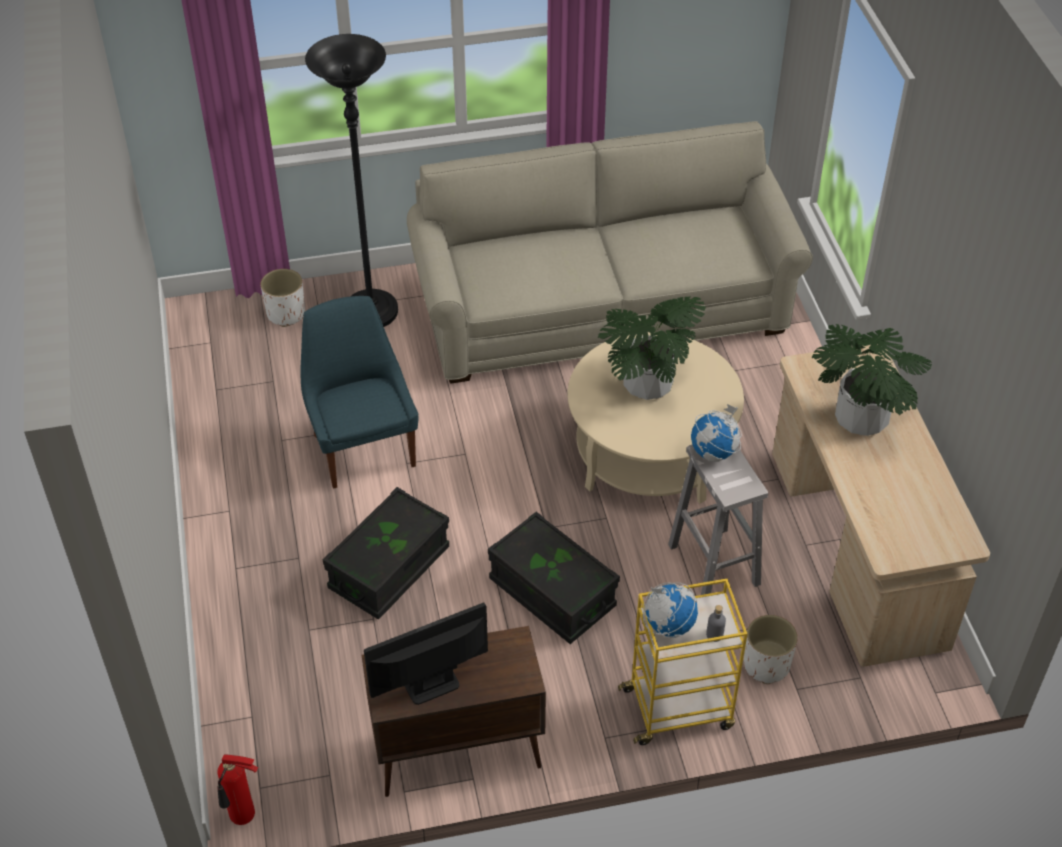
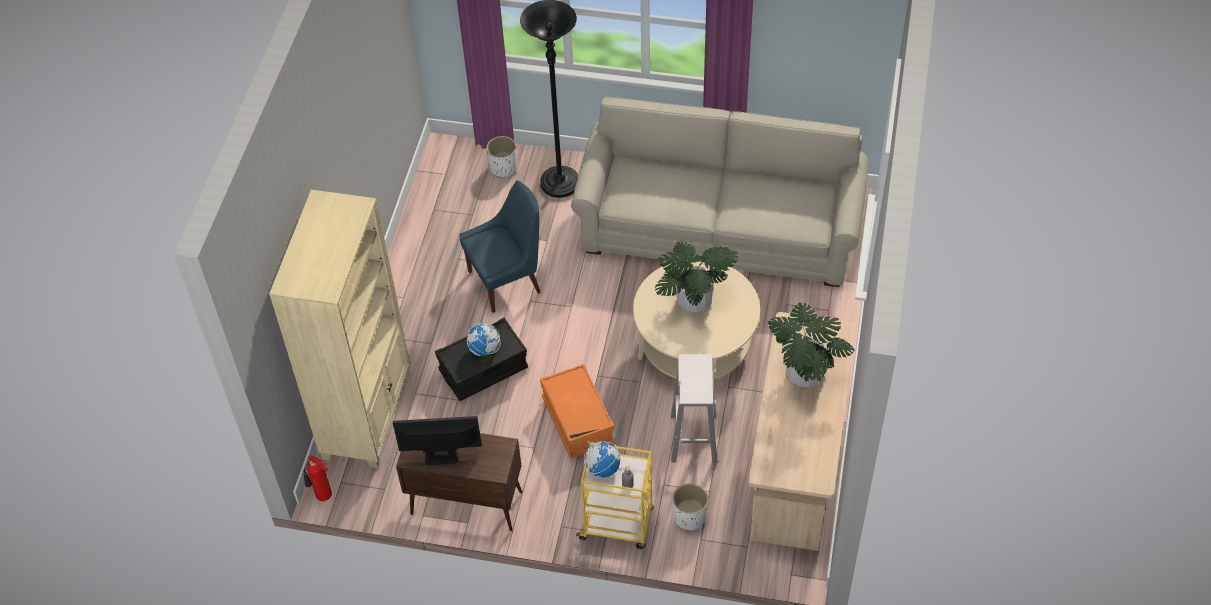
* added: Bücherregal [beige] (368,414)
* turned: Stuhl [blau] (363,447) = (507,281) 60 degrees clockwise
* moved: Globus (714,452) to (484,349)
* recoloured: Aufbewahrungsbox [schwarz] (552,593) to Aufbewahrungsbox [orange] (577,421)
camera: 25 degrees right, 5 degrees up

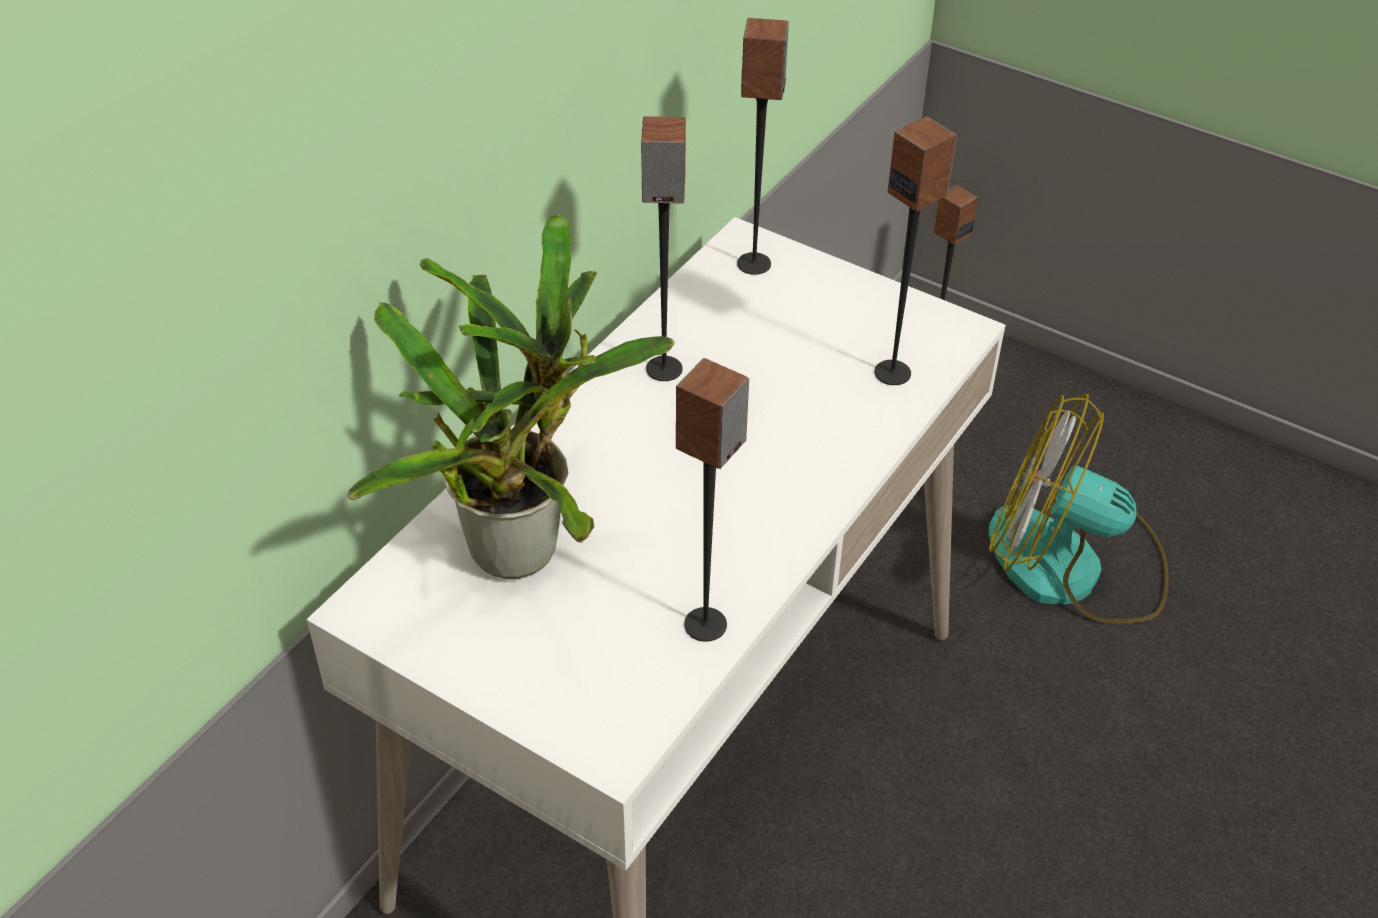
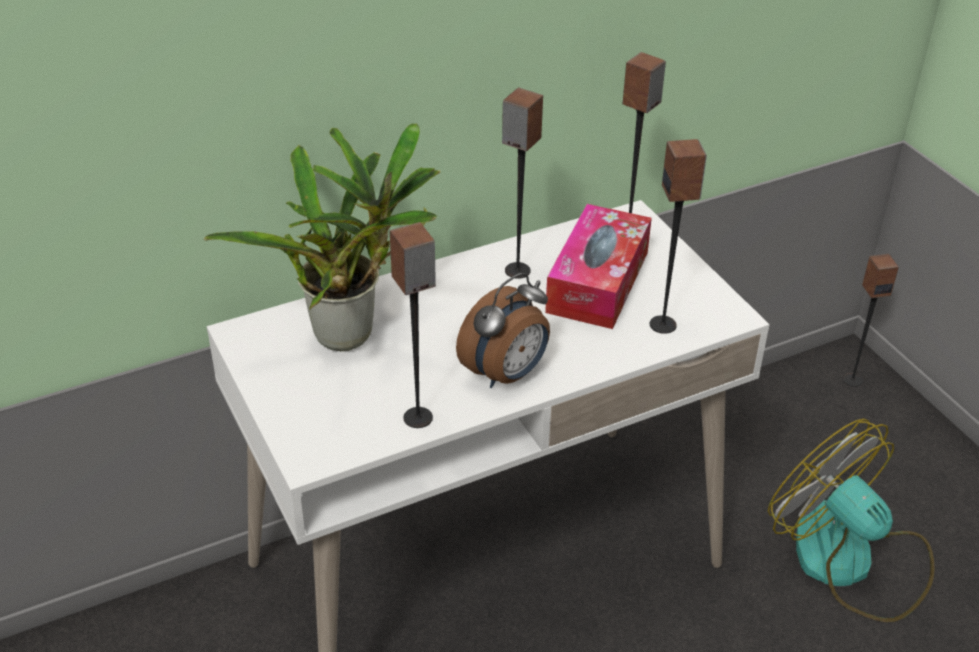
* added: Wecker (506,374)
* added: Taschentuchbox (597,282)
camera: 30 degrees right, 5 degrees down

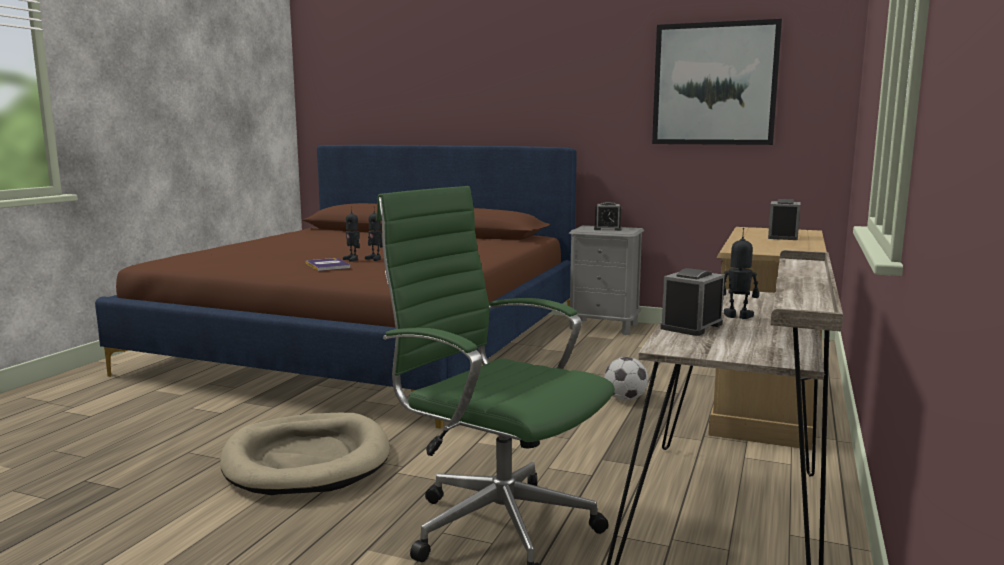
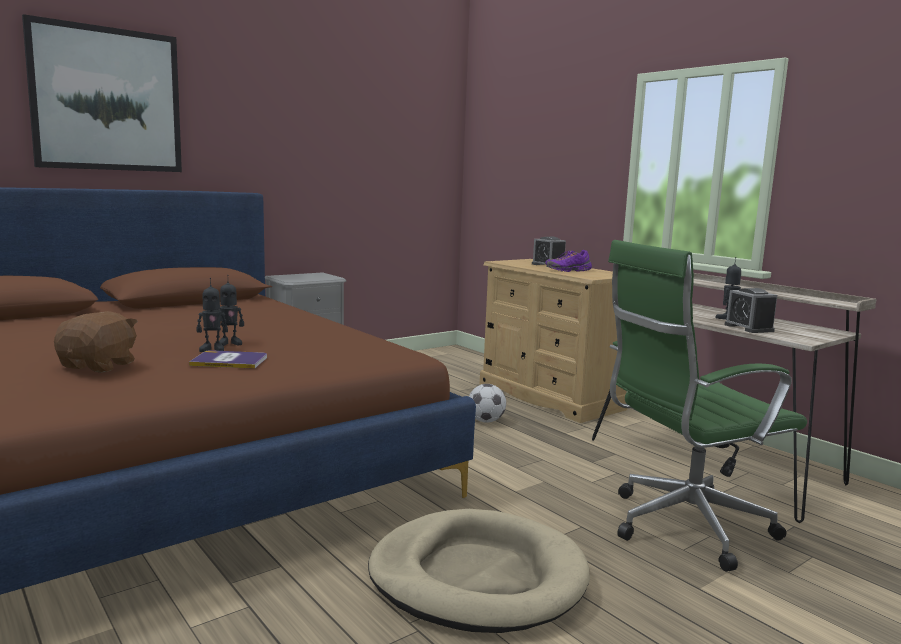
* moved: Bild (714,84) to (107,99)
* added: Plüschtier [braun] (99,366)
* added: Schuh [lila] (568,271)
* removed: Wecker (607,229)
camera: 60 degrees left, 0 degrees up

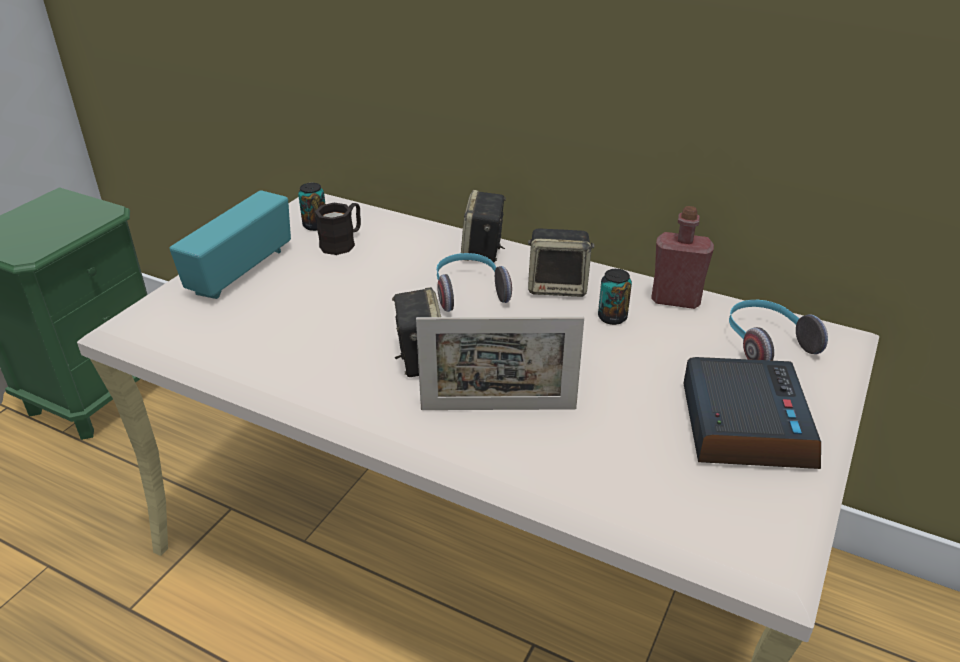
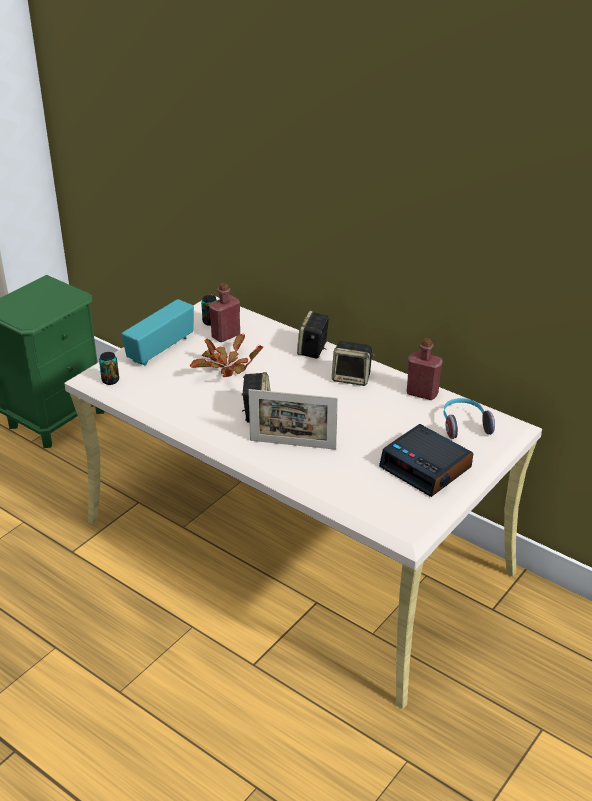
* moved: Dose (612,317) to (110,380)
* added: Topfpflanze (225,368)
* replaced: Henkelbecher [schwarz] (343,243) to Flasche [rot] (226,335)
* turned: Wecker (744,425) = (426,468) 120 degrees clockwise
* removed: Kopfhörer (469,292)
camera: 10 degrees right, 0 degrees up

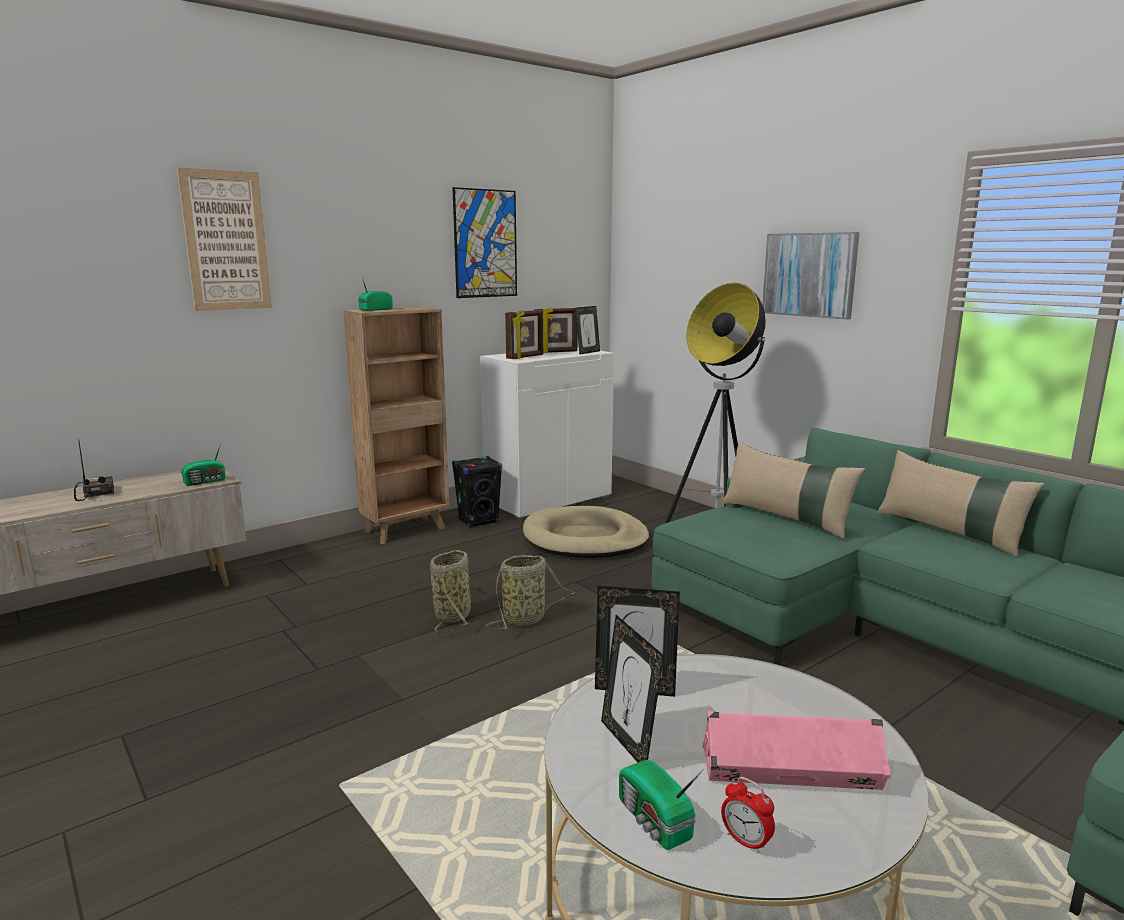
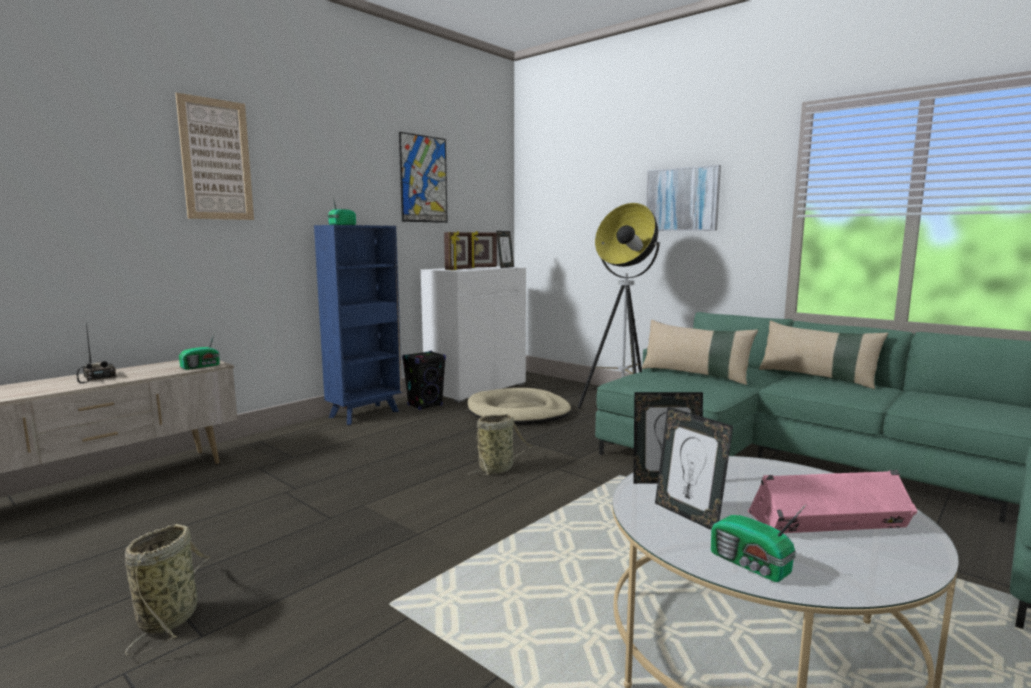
* moved: Korb (453,615) to (171,617)
* recoloured: Bücherregal [braun] (406,530) to Bücherregal [blau] (365,414)
* removed: Wecker (746,841)
camera: 10 degrees left, 5 degrees down

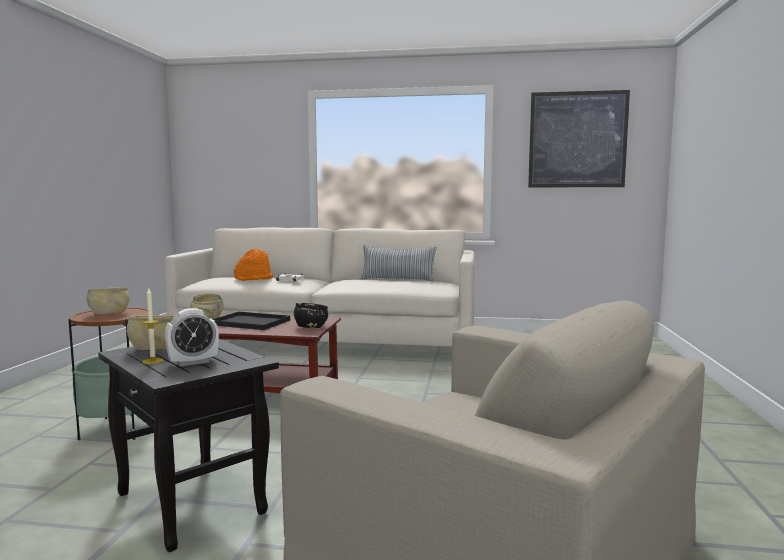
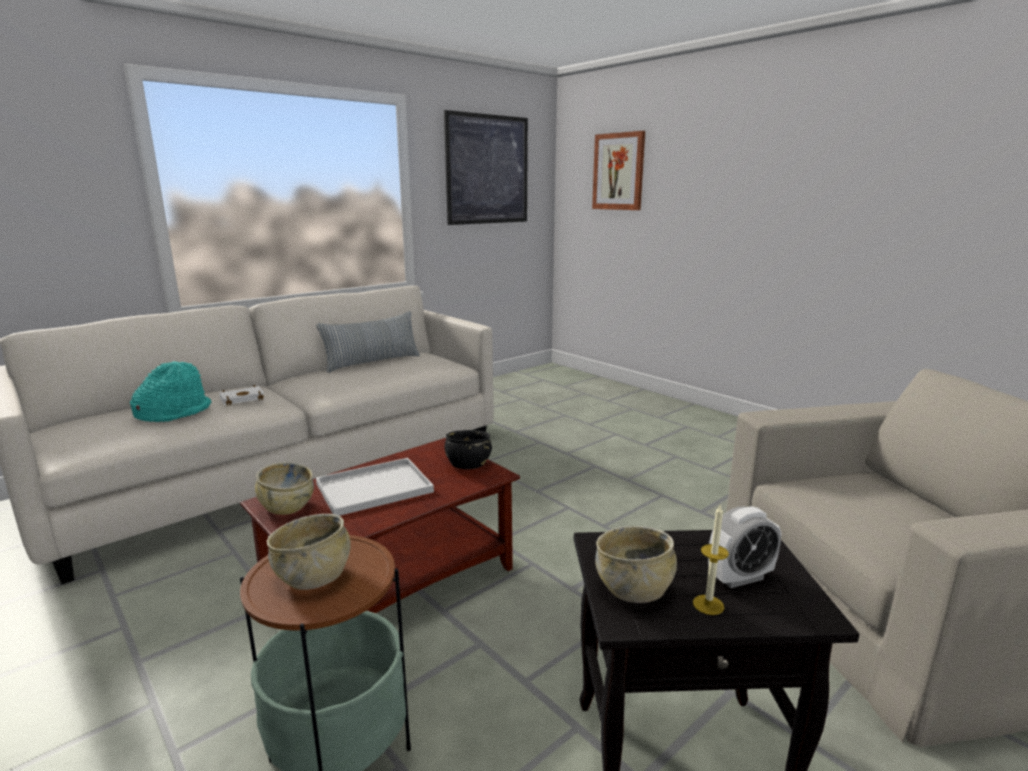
* recoloured: Hut [orange] (254,279) to Hut [türkis] (174,412)
* recoloured: Tablett [schwarz] (249,322) to Tablett [weiß] (372,489)
* added: Bild (618,171)
* turned: Wecker (193,362) = (740,578) 60 degrees clockwise
camera: 50 degrees left, 10 degrees up

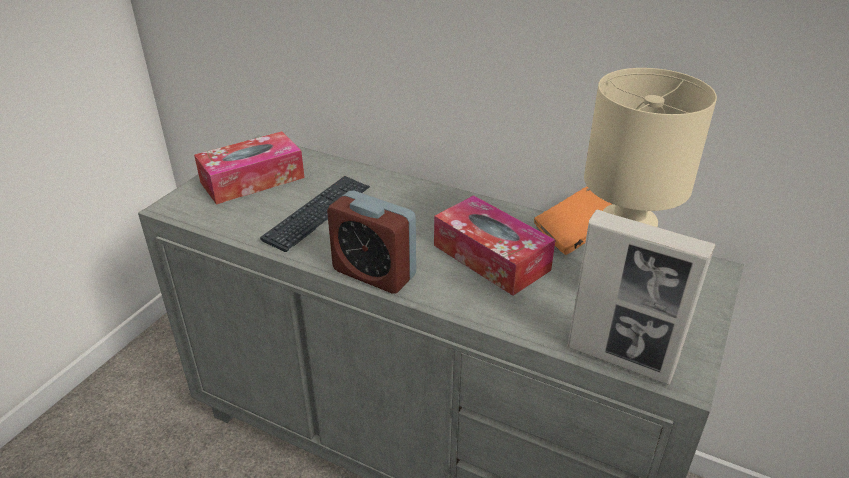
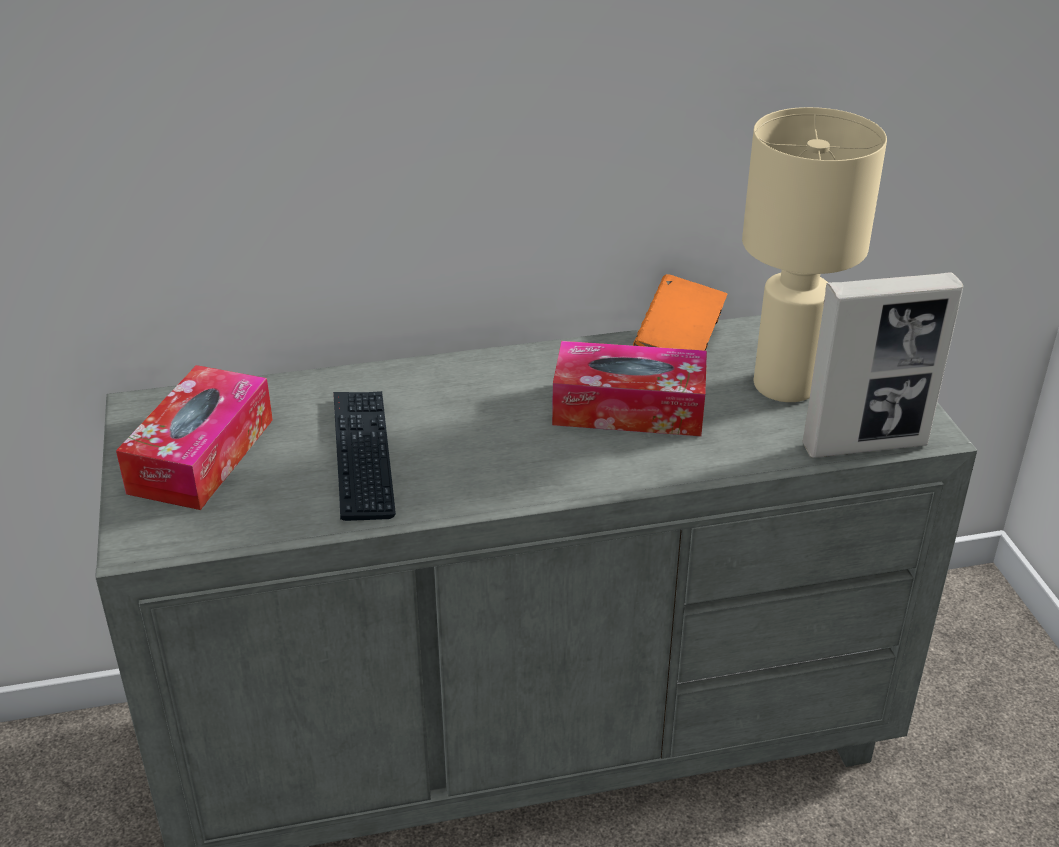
* removed: Wecker (374,273)
camera: 40 degrees left, 0 degrees up

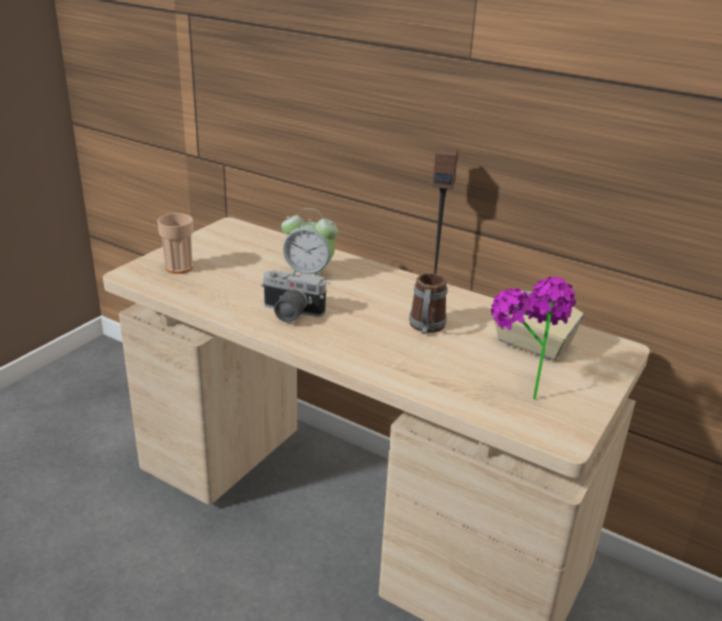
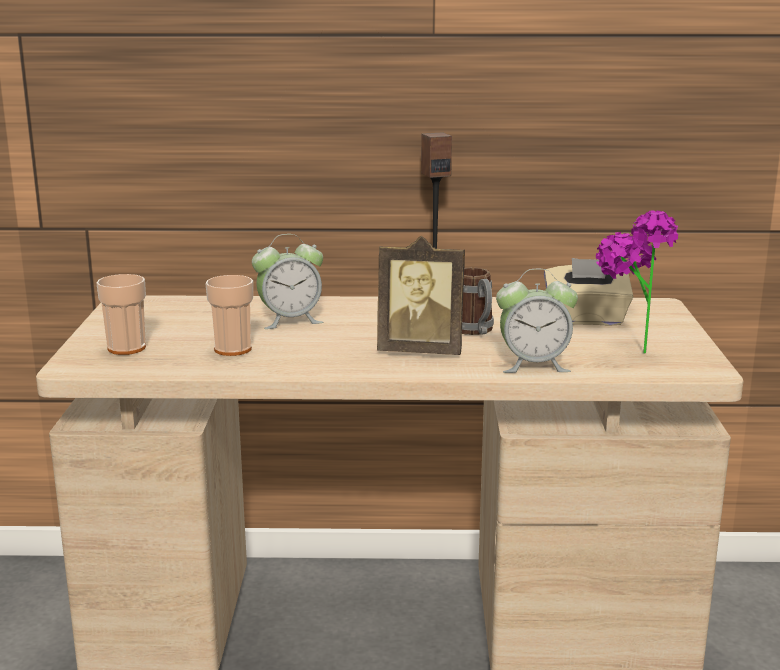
* added: Tasse (233,349)
* added: Bilderrahmen (421,350)
* added: Wecker (534,365)
* removed: Kamera (289,314)
camera: 30 degrees left, 10 degrees down

